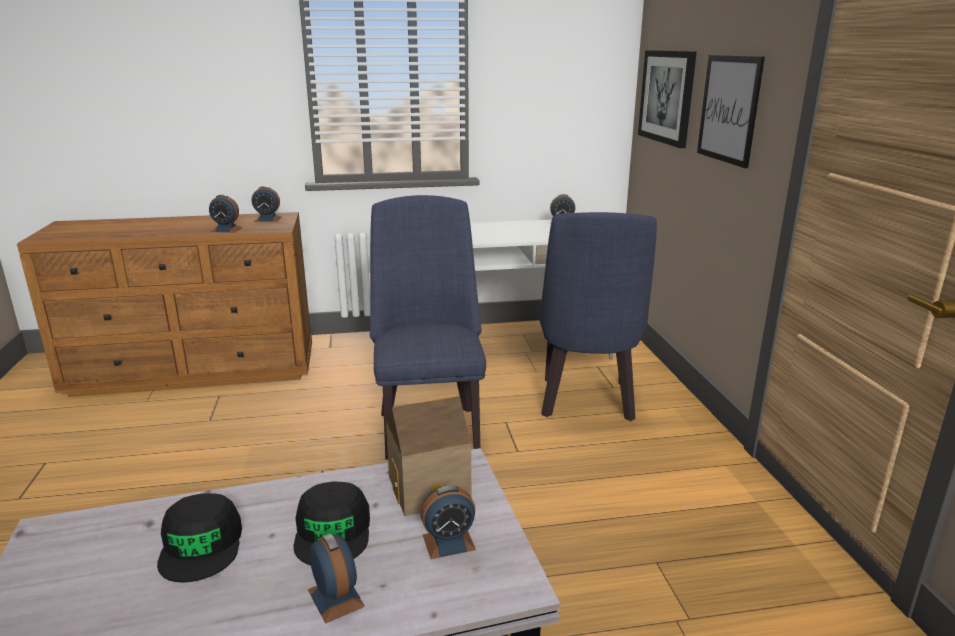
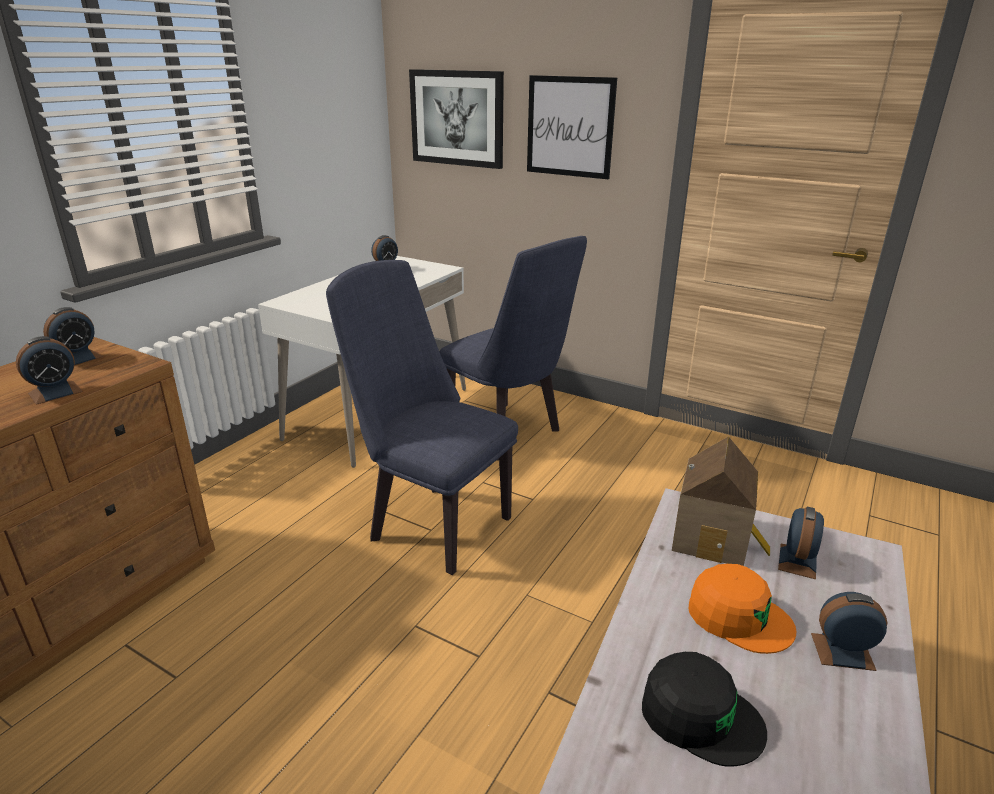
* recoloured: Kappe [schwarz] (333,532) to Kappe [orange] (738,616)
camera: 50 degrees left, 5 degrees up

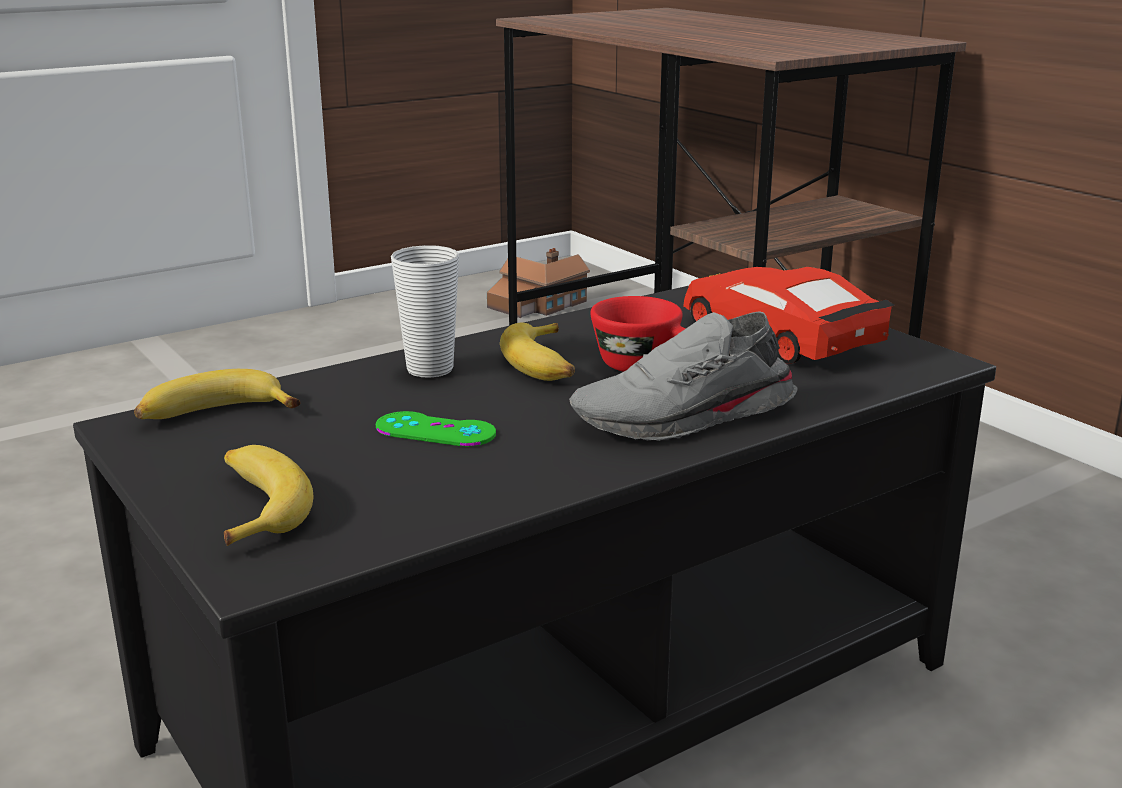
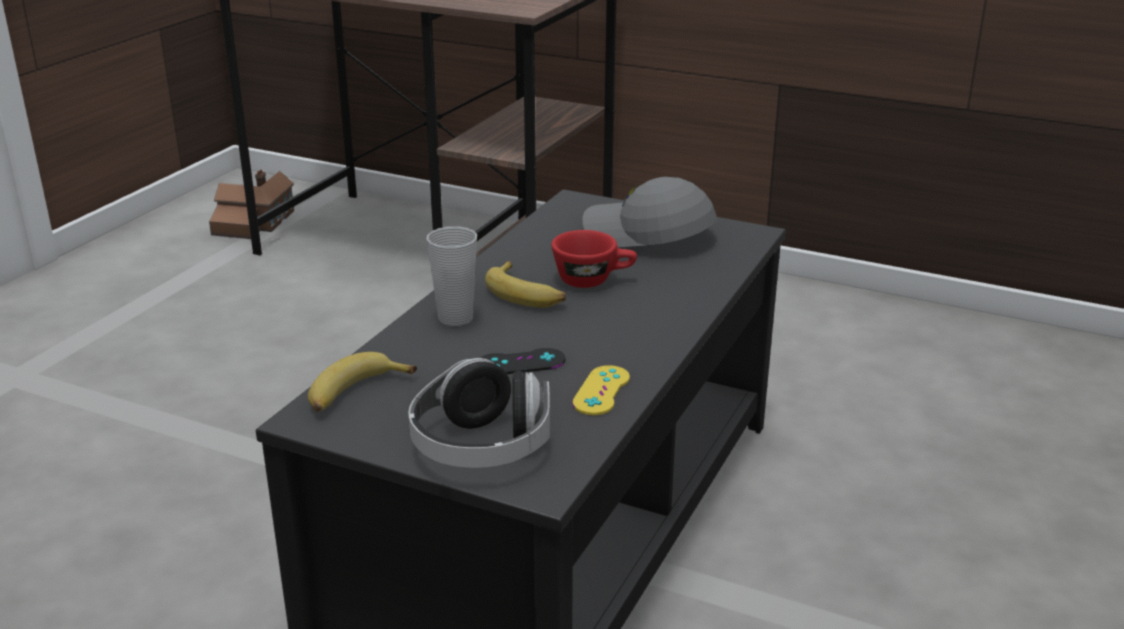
* replaced: Banane (256,507) to Kopfhörer (482,448)
* recoloured: Gamepad [grün] (435,430) to Gamepad [schwarz] (521,362)
* added: Gamepad [gelb] (601,391)
* replaced: Spielzeugauto [rot] (781,336) to Kappe [grau] (646,236)
* removed: Schuh [grau] (686,419)
camera: 30 degrees left, 5 degrees up

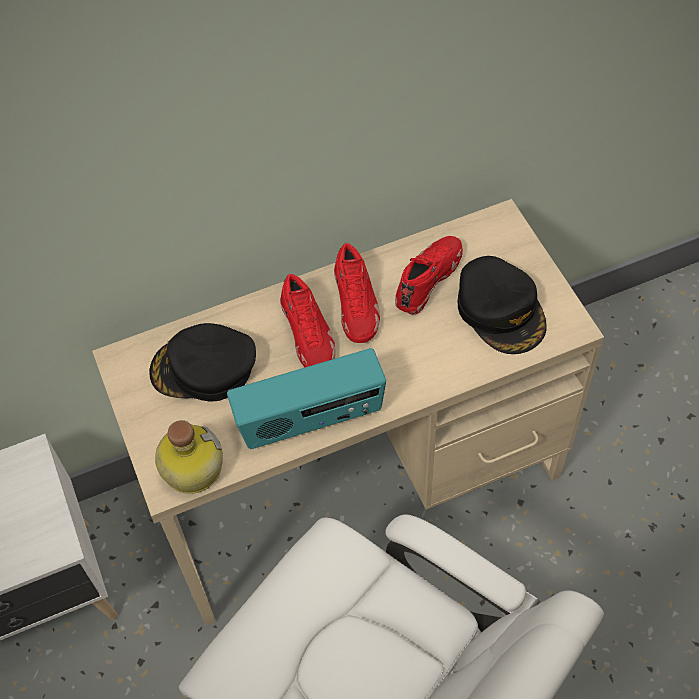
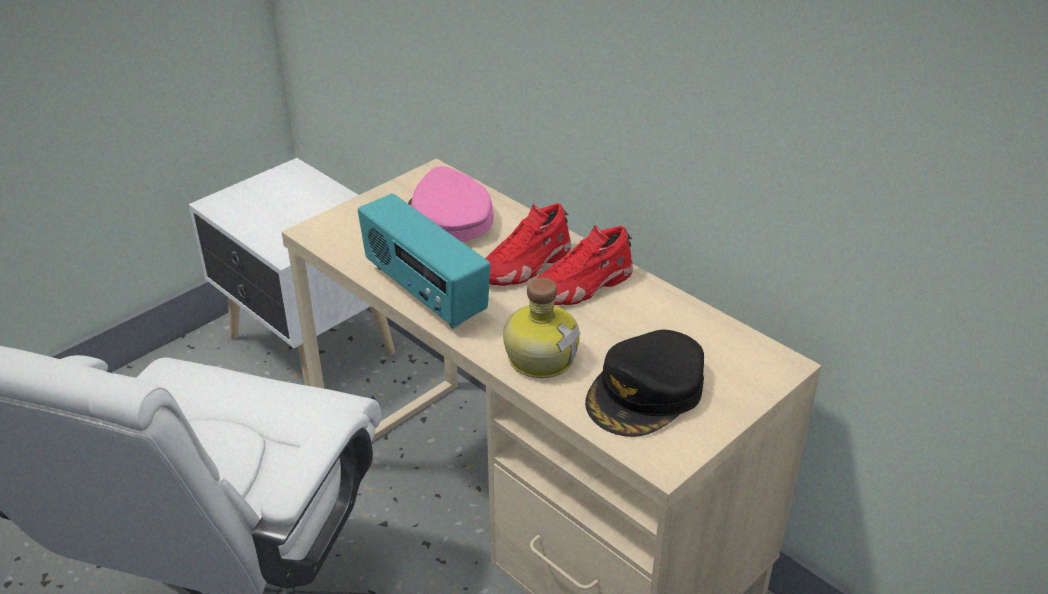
* recoloured: Kappe [schwarz] (204,369) to Kappe [rosa] (449,217)
* moved: Flasche (191,468) to (540,356)
* removed: Schuh [rot] (427,278)
camera: 65 degrees right, 20 degrees down

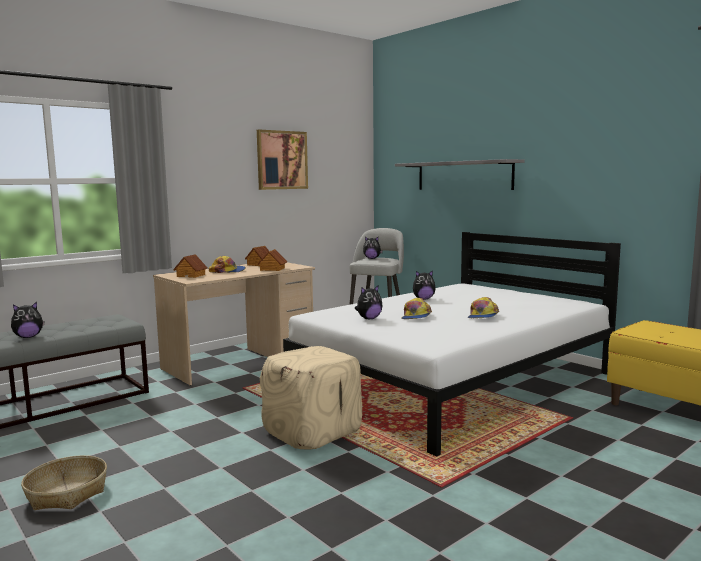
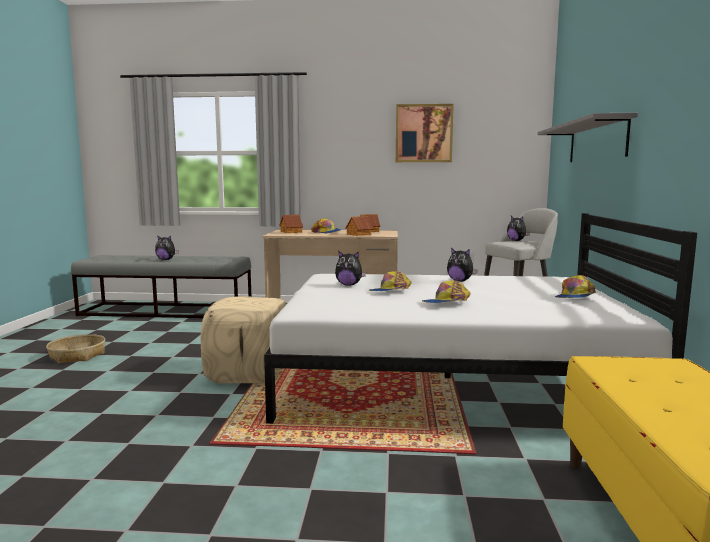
* added: Kappe (575,296)
camera: 45 degrees right, 0 degrees up

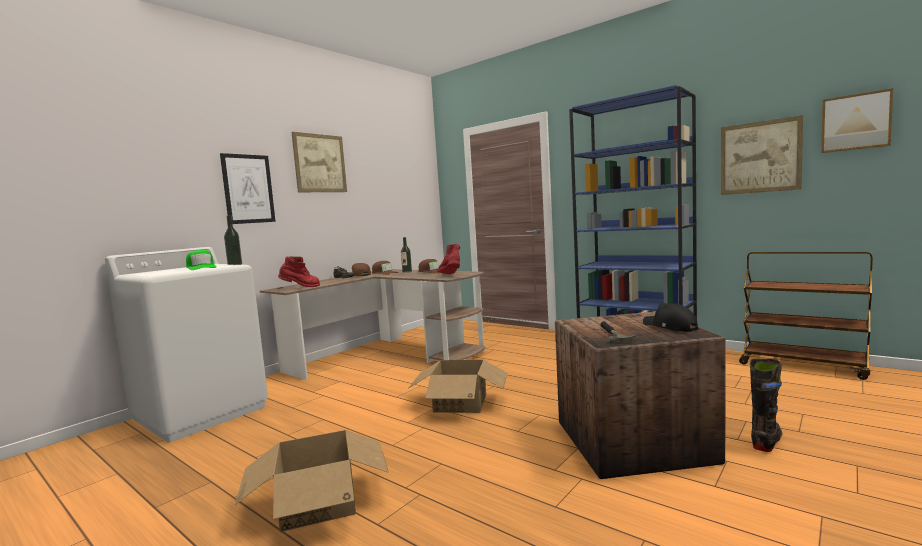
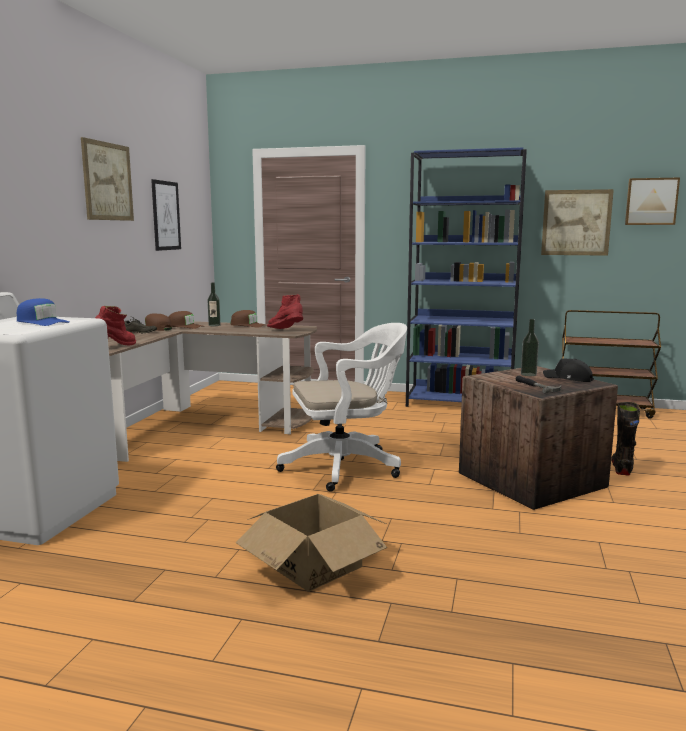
* recoloured: Kappe [grün] (201,268) to Kappe [blau] (42,322)
* moved: Bild (248,189) to (166,215)
* replaced: Karton (460,403) to Bürostuhl [weiß] (346,467)
* moved: Flasche (235,265) to (528,374)
camera: 25 degrees left, 5 degrees up

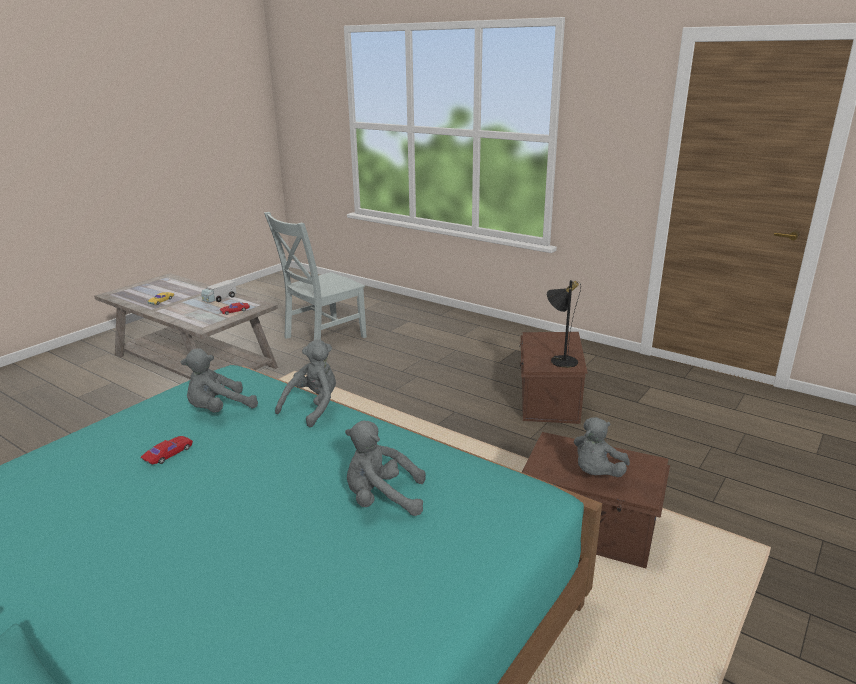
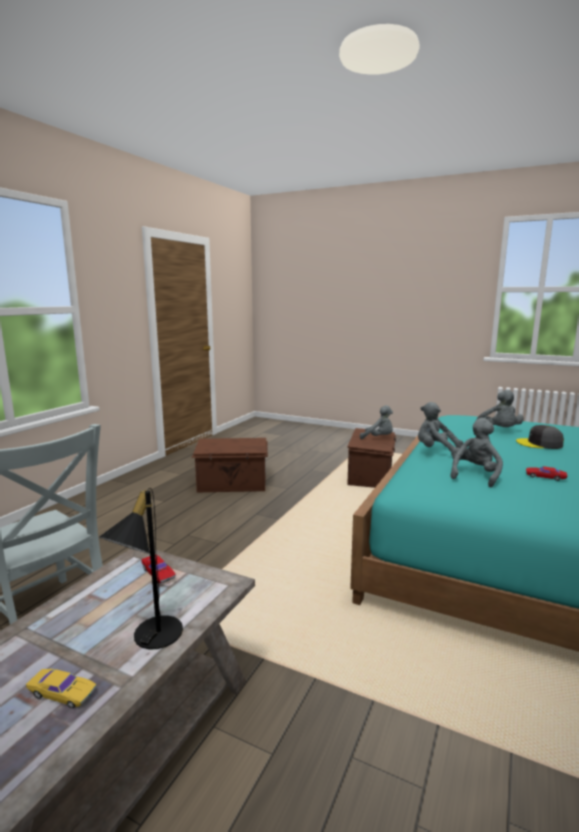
* moved: Tischlampe [schwarz] (560,359) to (149,637)
* turned: Plüschtier [grau] (219,410) = (474,475) 105 degrees counterclockwise
* added: Kappe [grau] (539,444)
* removed: Spielzeuglaster (219,299)
camera: 100 degrees left, 10 degrees down

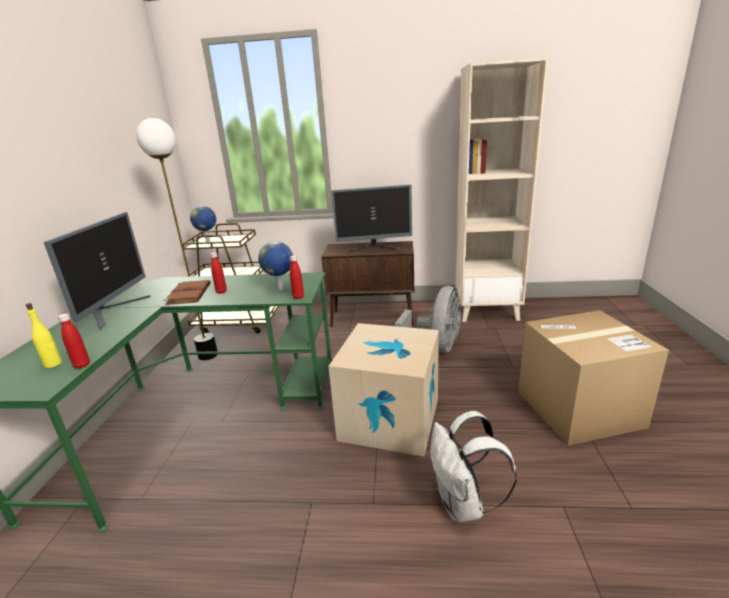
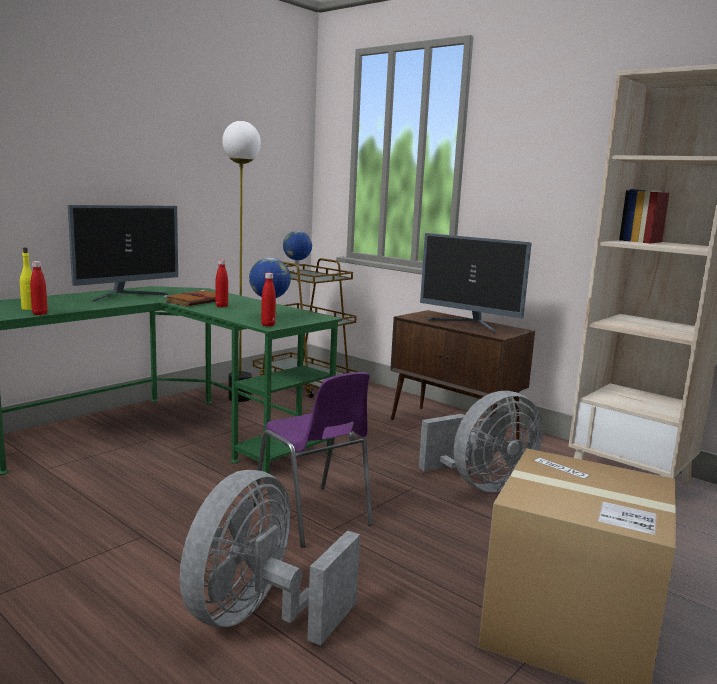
* replaced: Rucksack [weiß] (463,505) to Ventilator [grau] (259,616)
* replaced: Karton (390,419) to Stuhl [lila] (313,517)
camera: 35 degrees right, 10 degrees down

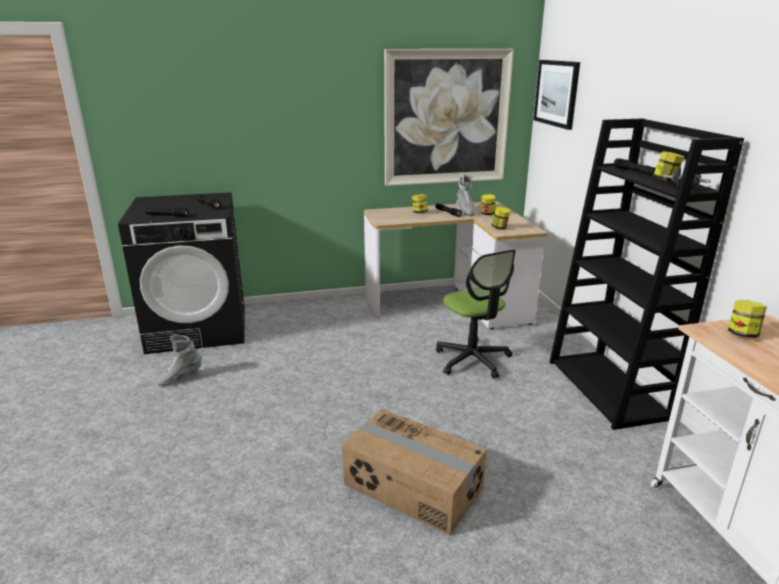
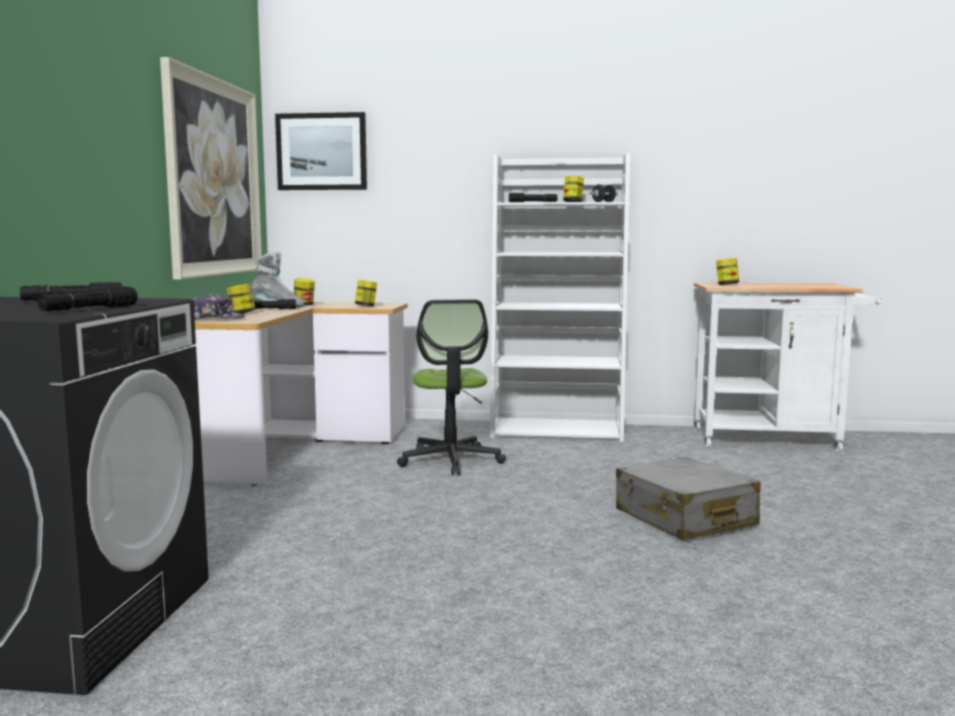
* added: Kappe (216,319)
* turned: Bürostuhl (473,360) = (451,461) 90 degrees clockwise
* recoloured: Bücherregal [schwarz] (608,389) to Bücherregal [weiß] (558,431)
* replaced: Karton (412,487) to Koffer [grau] (684,518)
* removed: Stiefel [grau] (180,378)
camera: 70 degrees left, 15 degrees down

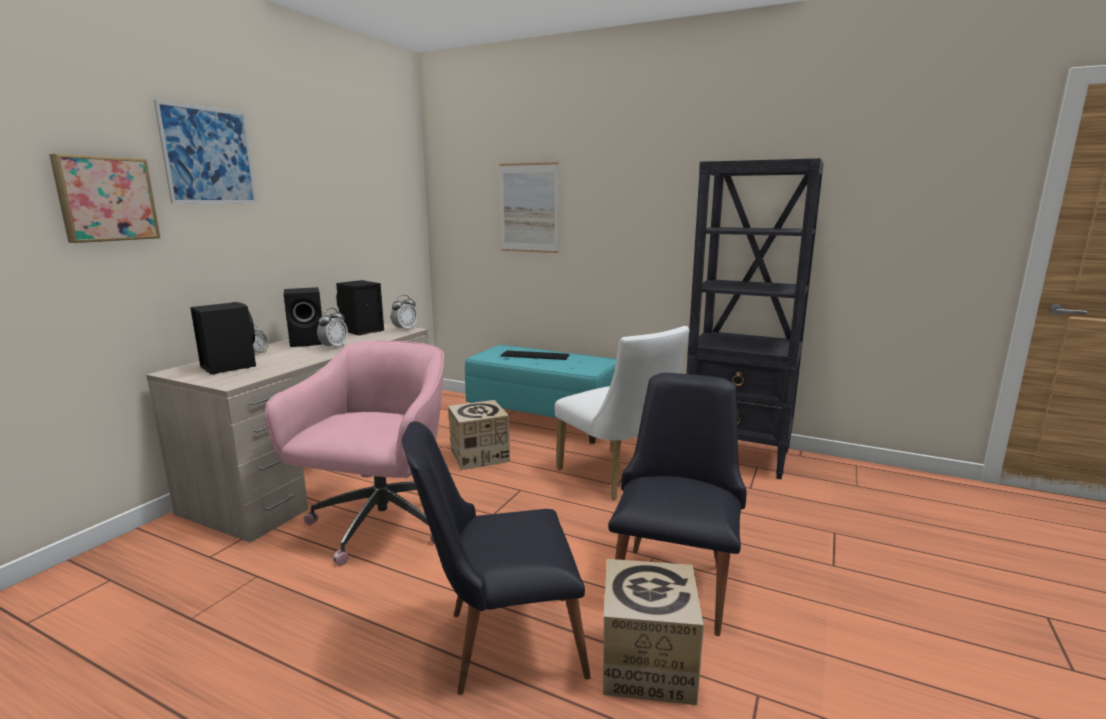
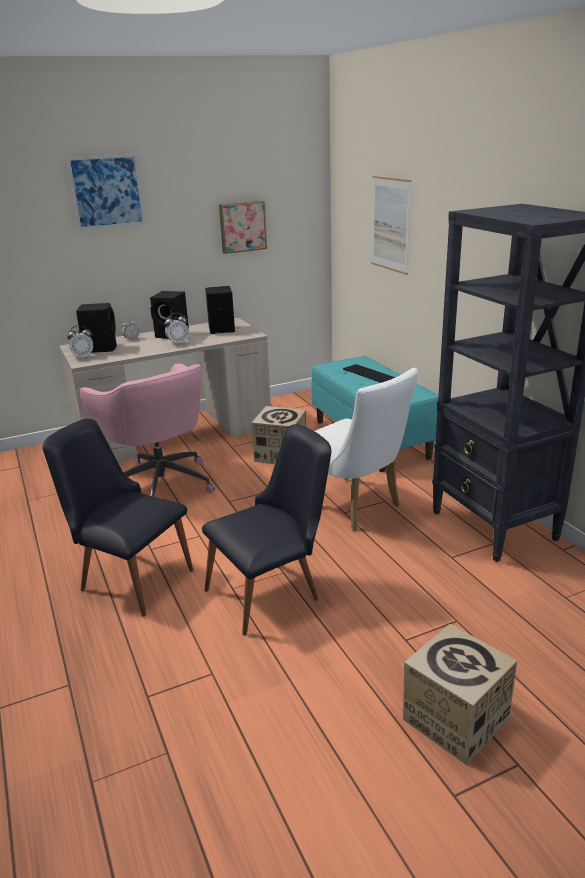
* moved: Wecker (405,329) to (83,357)
* turned: Bürostuhl [rosa] (380,524) = (160,483) 90 degrees clockwise
* moved: Bild (106,199) to (242,226)
* turned: Stuhl [weiß] (617,477) = (354,507) 45 degrees counterclockwise
* moved: Karton (647,664) to (455,719)
camera: 40 degrees right, 10 degrees up

